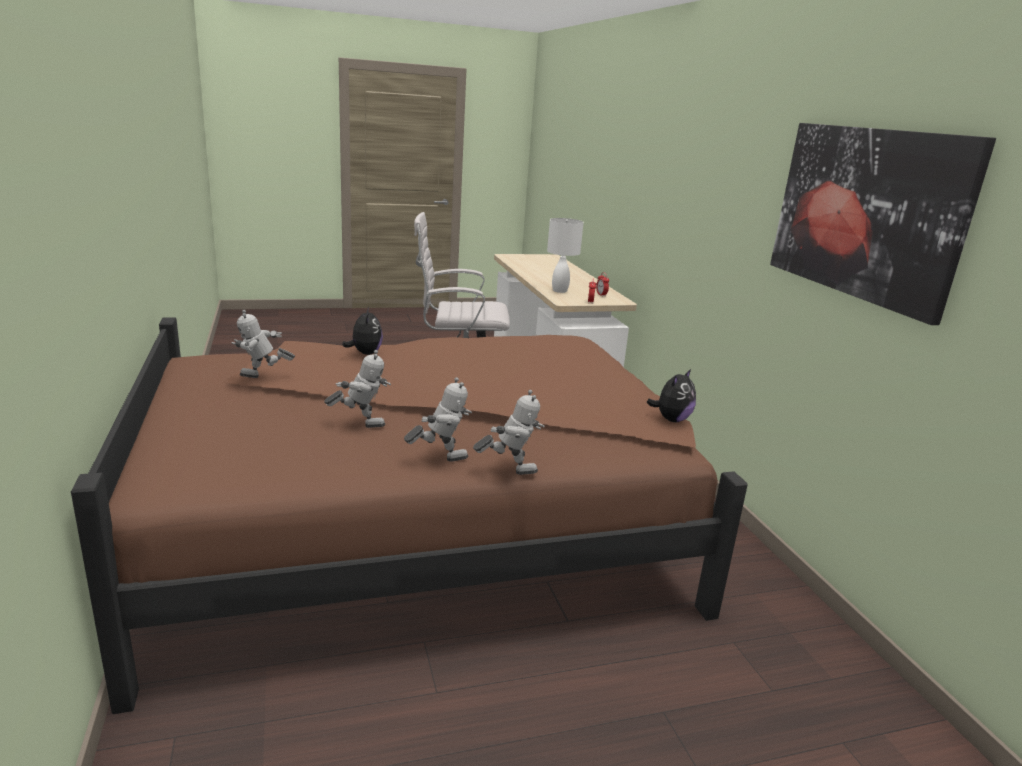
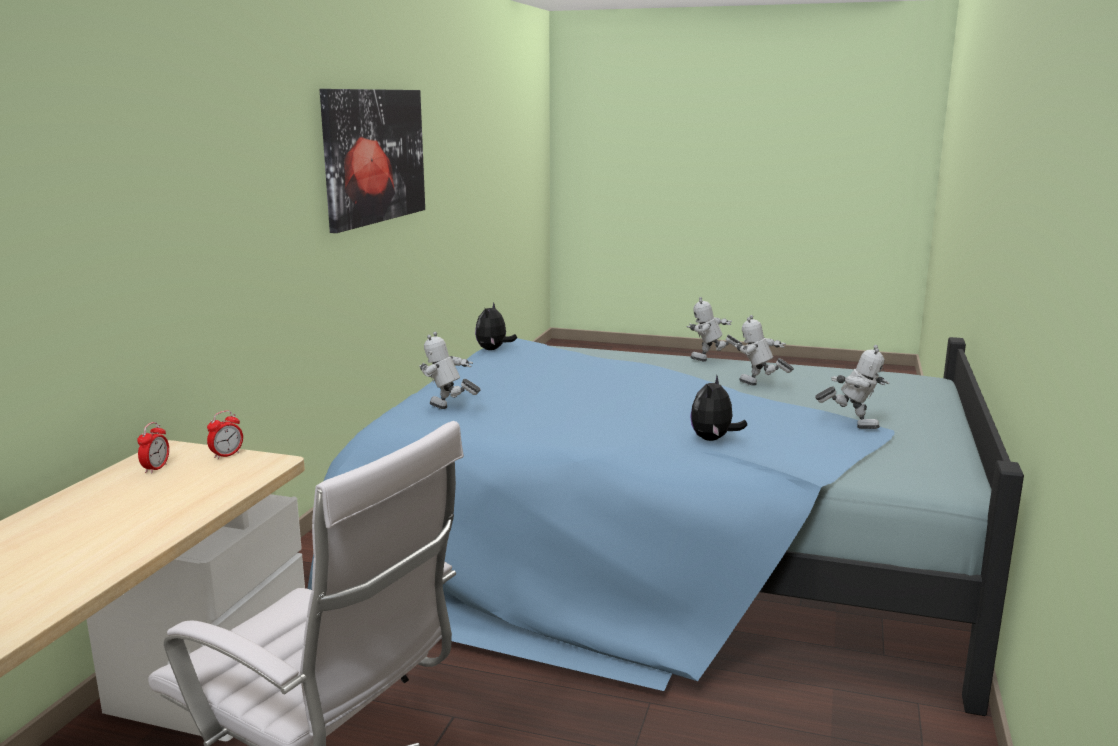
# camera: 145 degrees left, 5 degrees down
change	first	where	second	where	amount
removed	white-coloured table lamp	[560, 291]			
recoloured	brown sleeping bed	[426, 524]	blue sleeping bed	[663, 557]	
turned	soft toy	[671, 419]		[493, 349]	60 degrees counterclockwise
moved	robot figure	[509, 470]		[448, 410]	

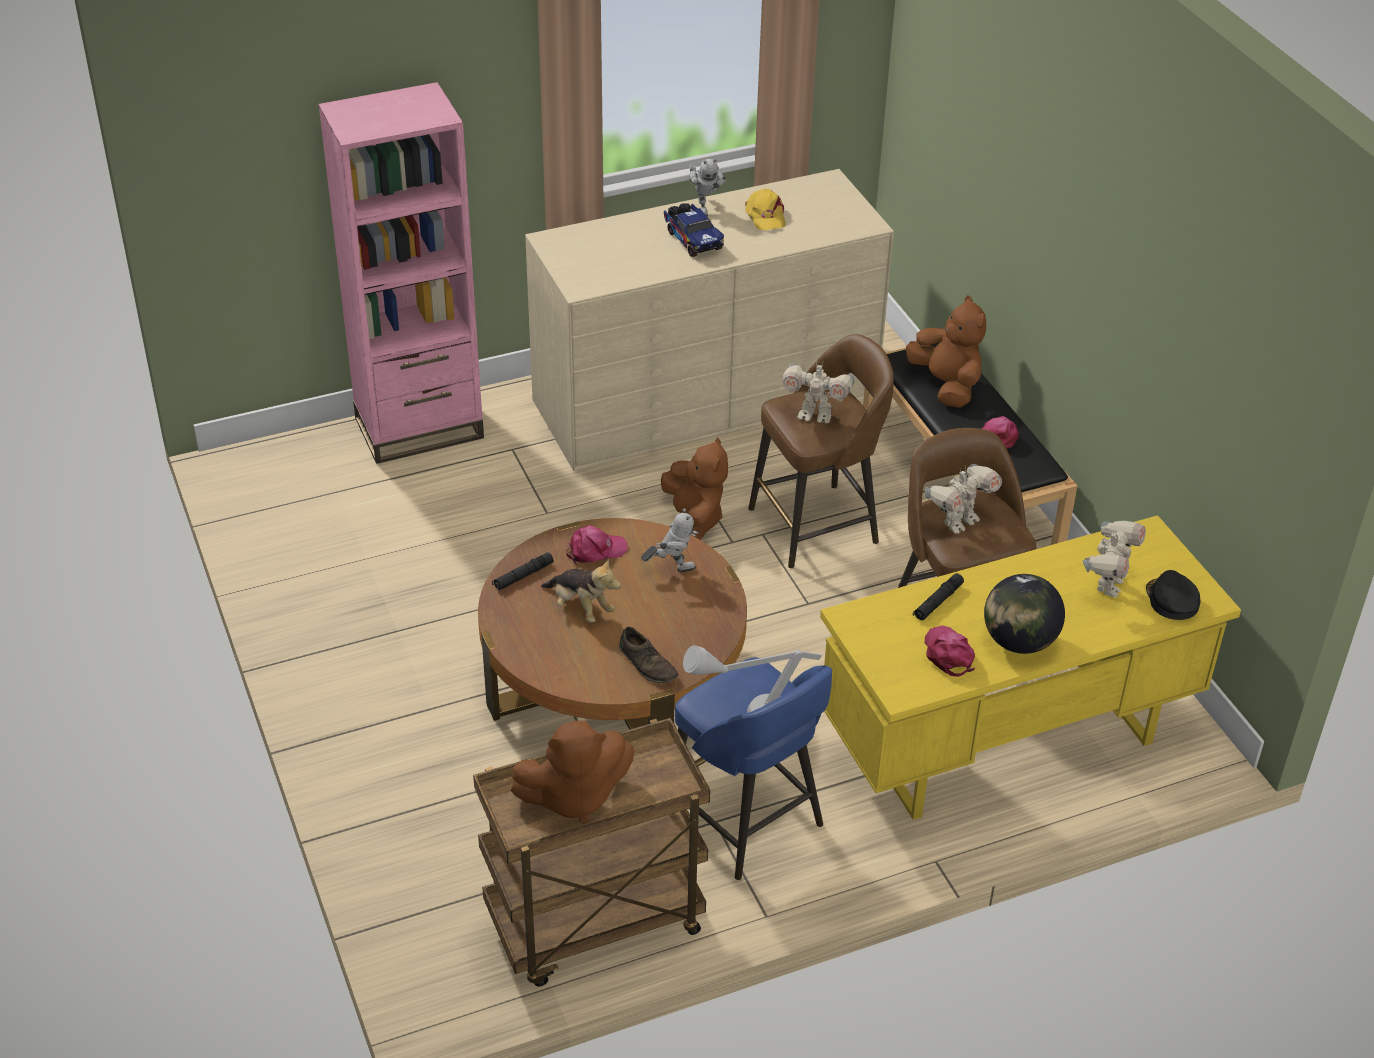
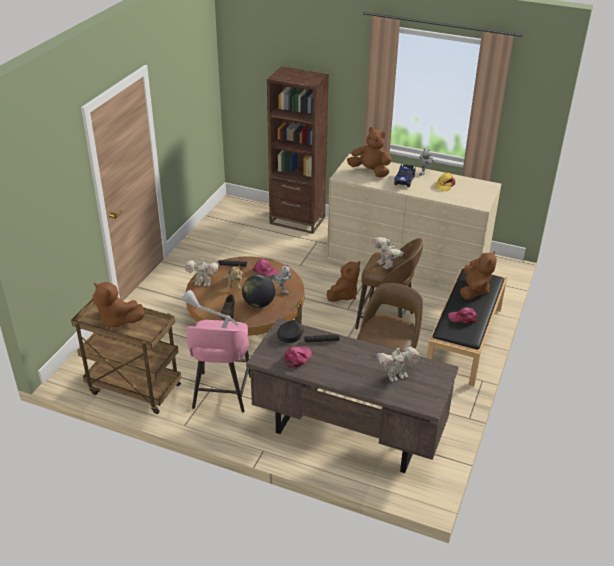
# camera: 45 degrees right, 5 degrees down
change	first	where	second	where	amount
recoloured	pink bookcase	[419, 428]	brown bookcase	[297, 220]	
moved	robot figure	[959, 522]		[203, 283]	
recoloured	yellow-coloured desk unit	[1006, 744]	brown desk unit	[347, 433]	
moved	blackish cap	[1171, 600]		[290, 334]	
moved	world globe	[1019, 642]		[259, 304]	
recoloured	blue stool	[746, 821]	pink stool	[222, 393]	
added			brown soft toy	[370, 171]	

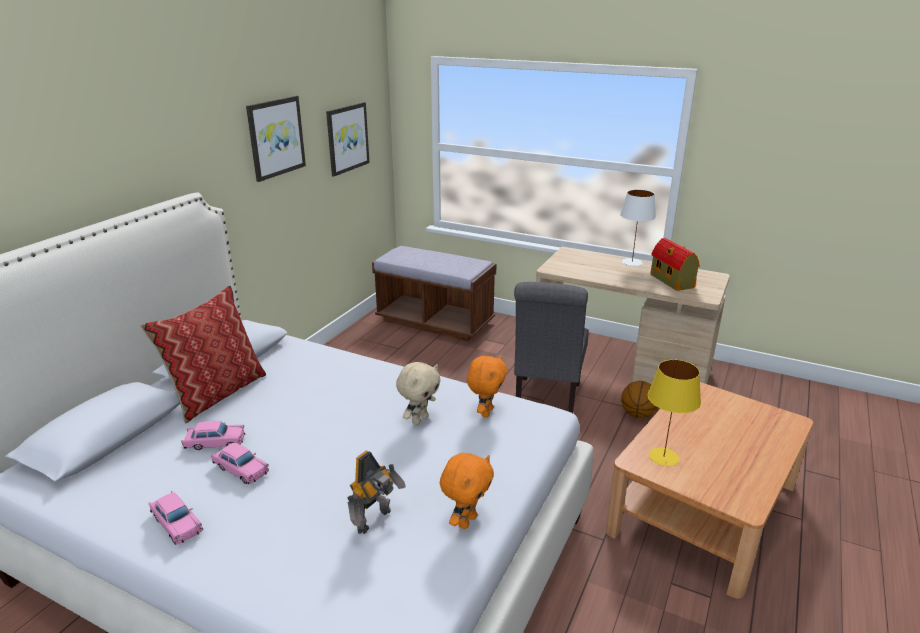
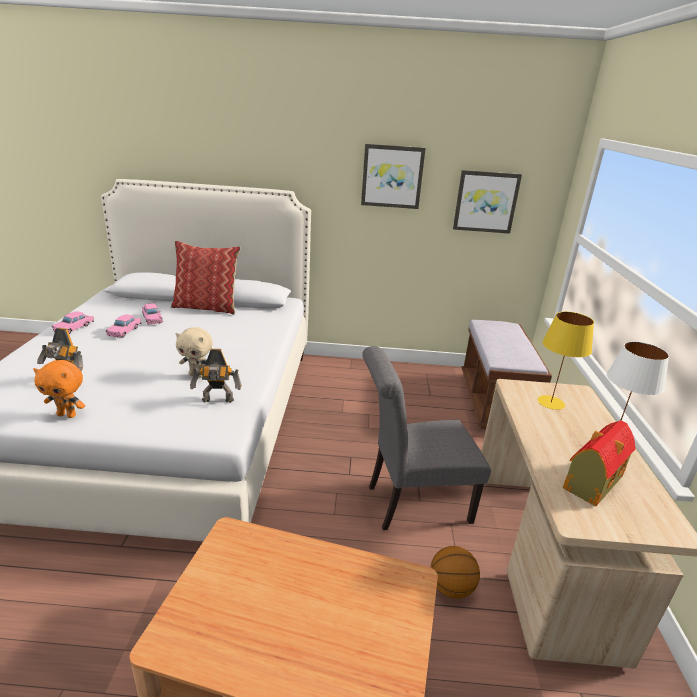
# camera: 65 degrees right, 0 degrees up
change	first	where	second	where	amount
replaced	orange soft toy	[485, 412]	robot figure	[218, 401]	
moved	yellow-coloured table lamp	[664, 457]		[550, 403]	

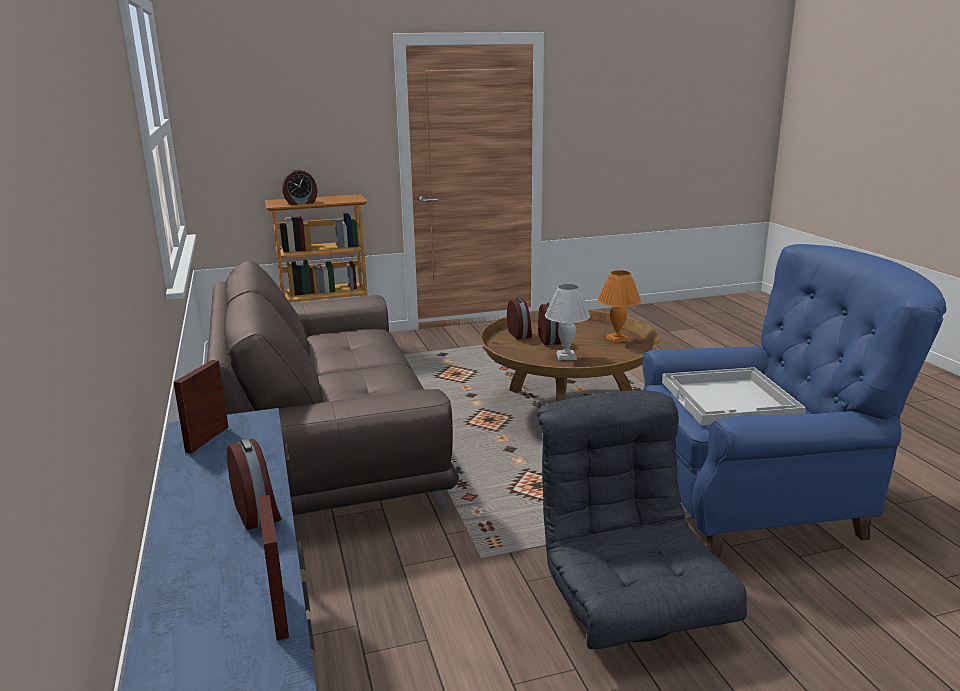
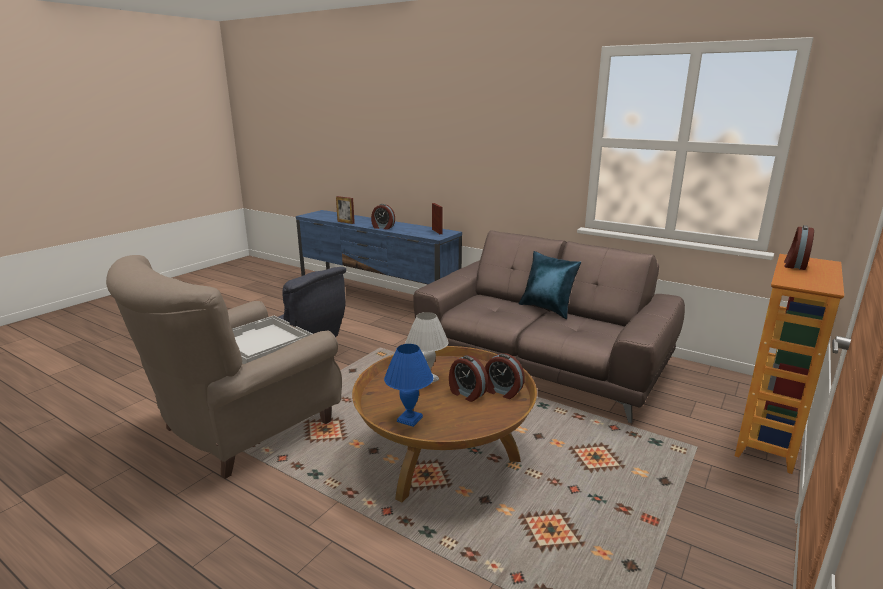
# camera: 140 degrees right, 0 degrees up
change	first	where	second	where	amount
recoloured	blue easy chair	[759, 502]	sand-coloured easy chair	[242, 428]	
recoloured	orange table lamp	[616, 339]	blue table lamp	[409, 419]	
added			blue cushion	[547, 309]	

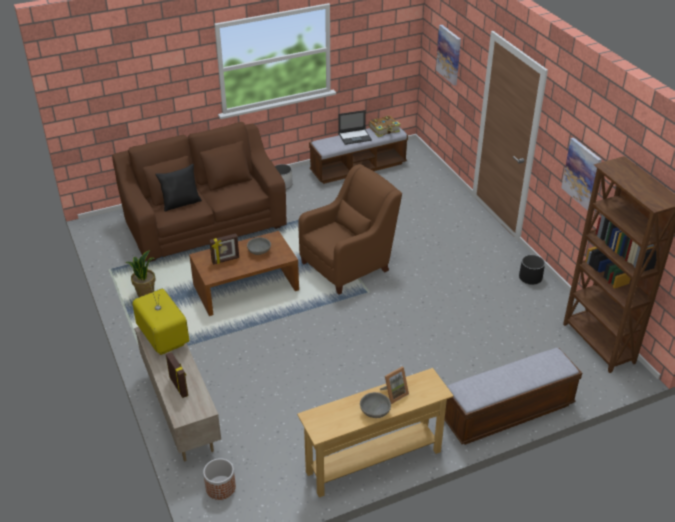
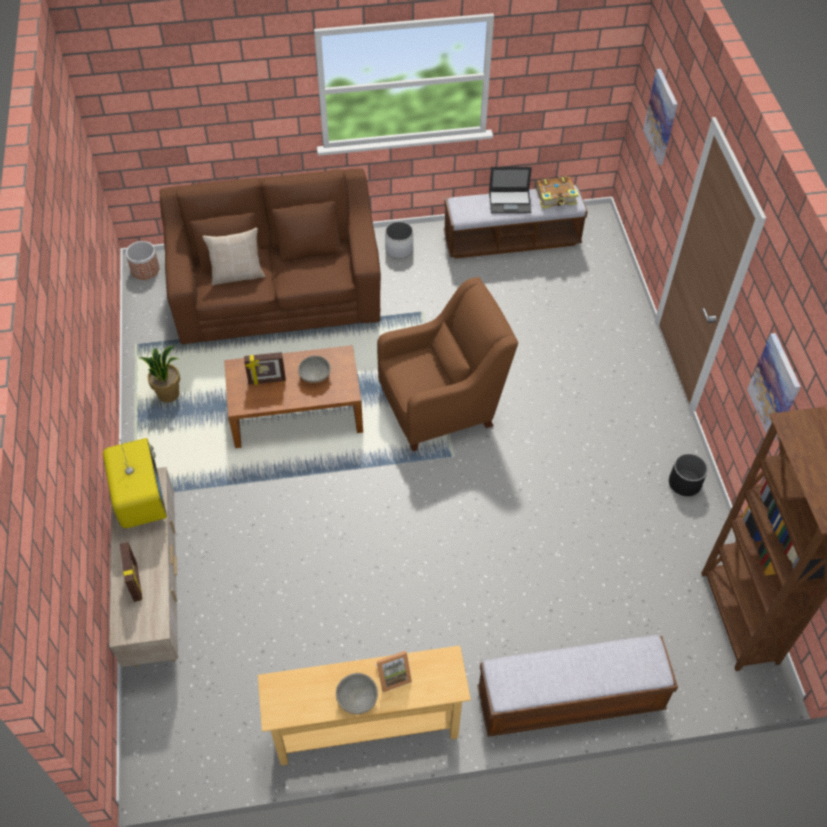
# camera: 15 degrees right, 15 degrees up
change	first	where	second	where	amount
recoloured	blackish cushion	[181, 203]	sand-coloured cushion	[237, 275]	
moved	flower pot	[220, 488]		[145, 270]	

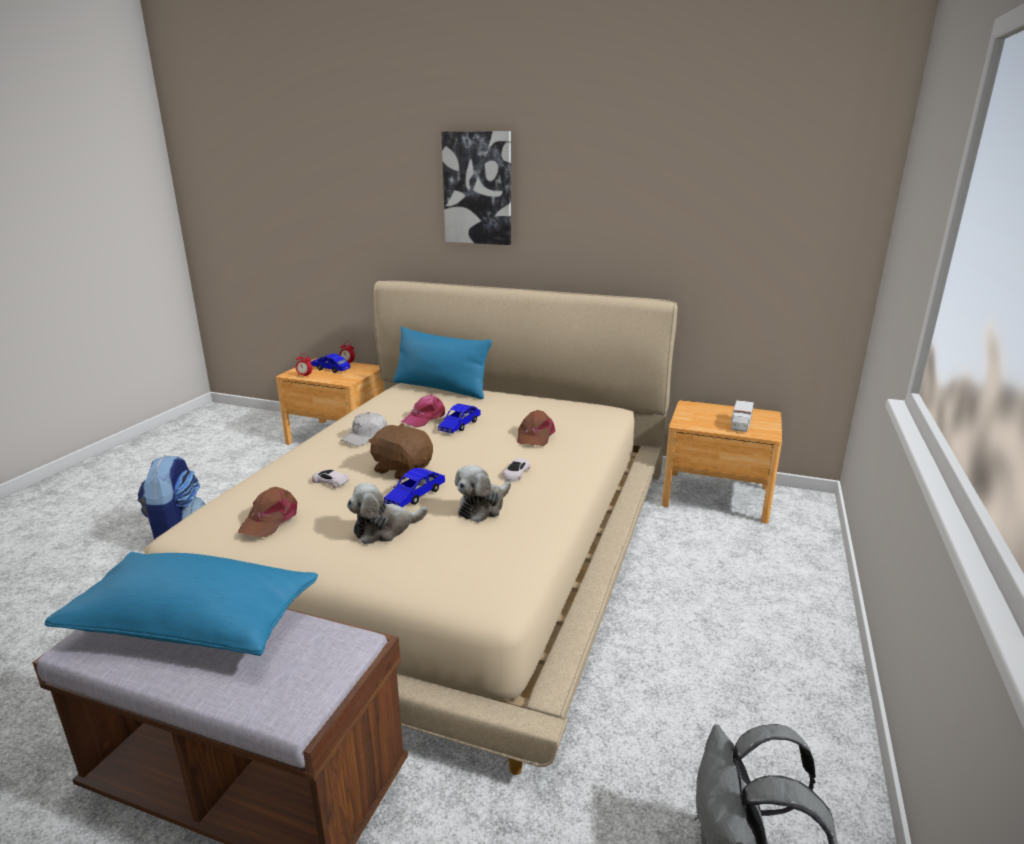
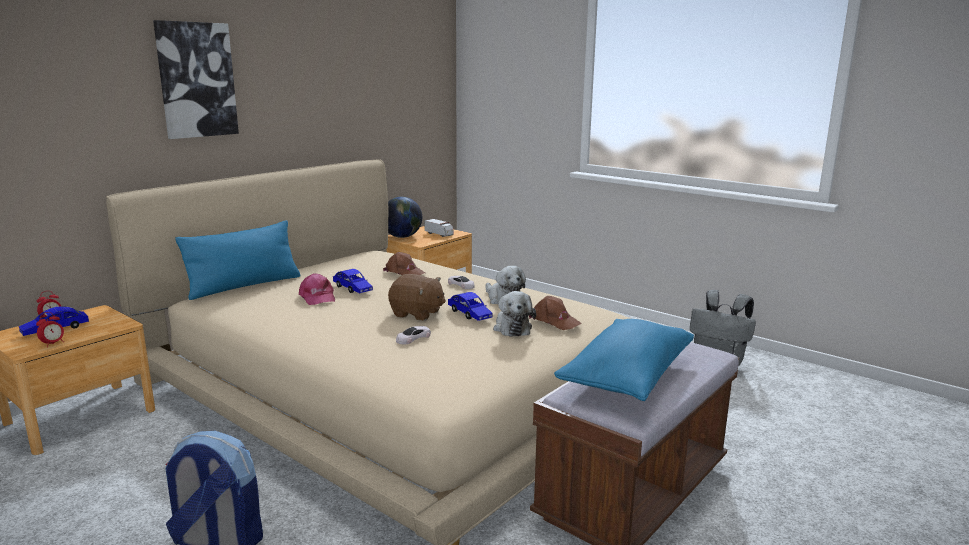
# camera: 70 degrees left, 5 degrees down
change	first	where	second	where	amount
removed	white-coloured cap	[365, 436]			
turned	brown soft toy	[402, 469]		[417, 314]	120 degrees counterclockwise
moved	brown cap	[270, 520]		[554, 321]	
added			world globe	[402, 237]	

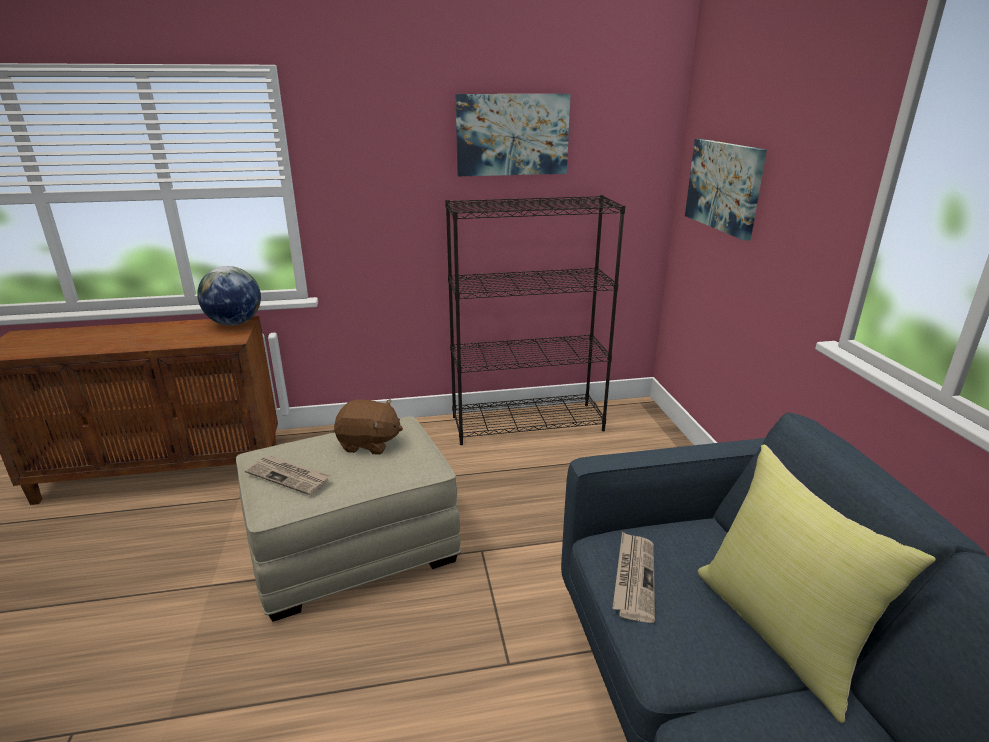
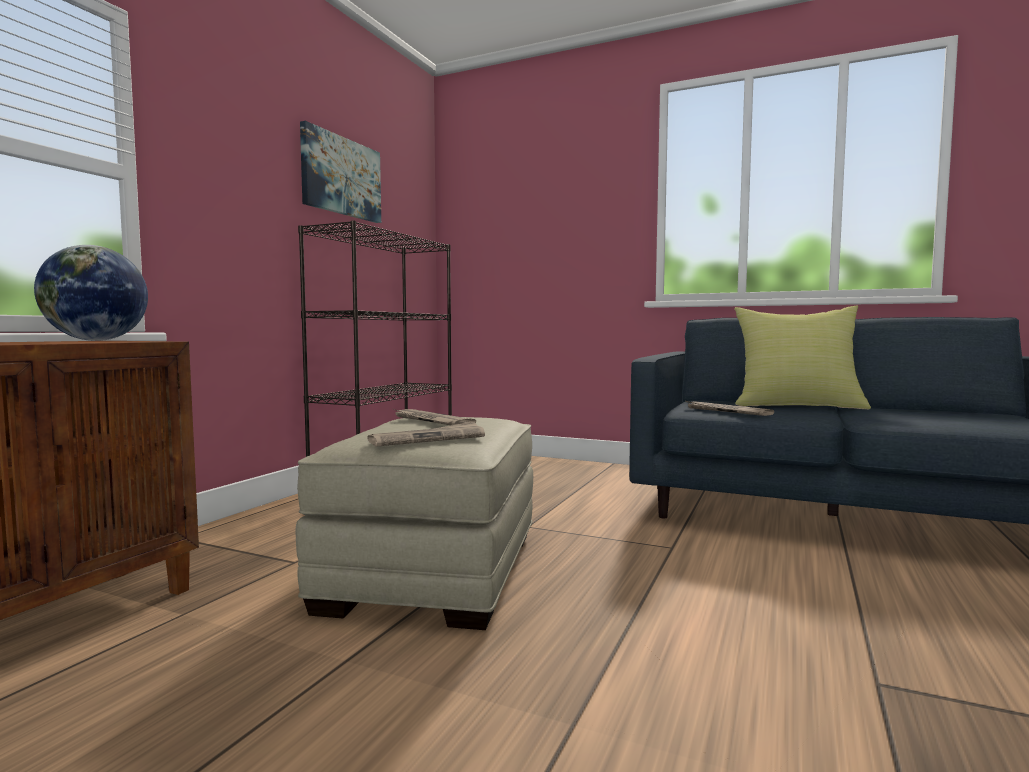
# camera: 55 degrees left, 20 degrees down
change	first	where	second	where	amount
removed	picture	[724, 186]			
replaced	brown soft toy	[369, 444]	newspaper	[430, 421]	

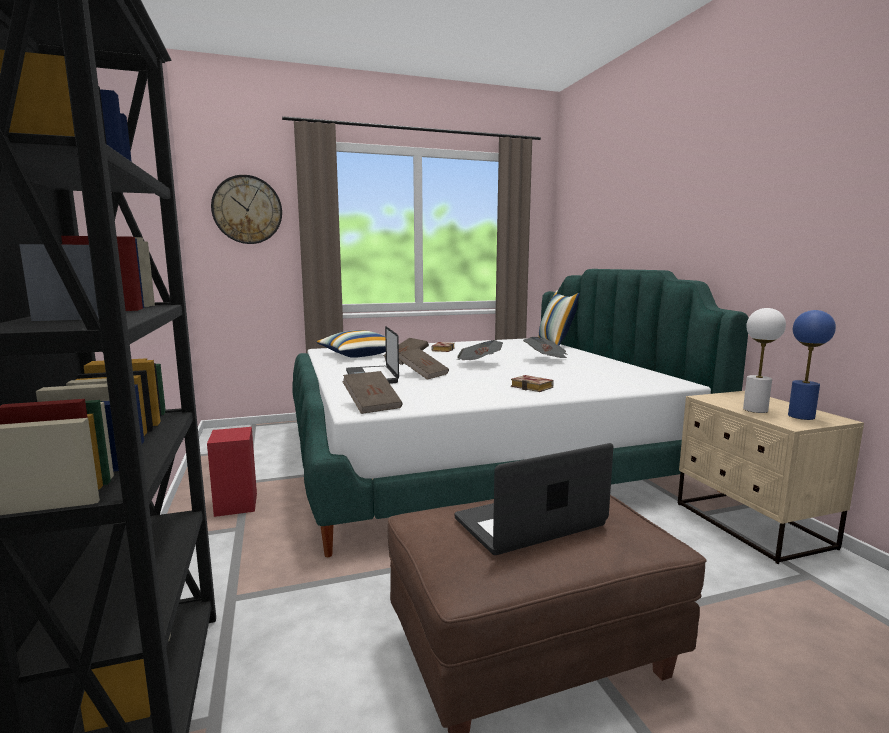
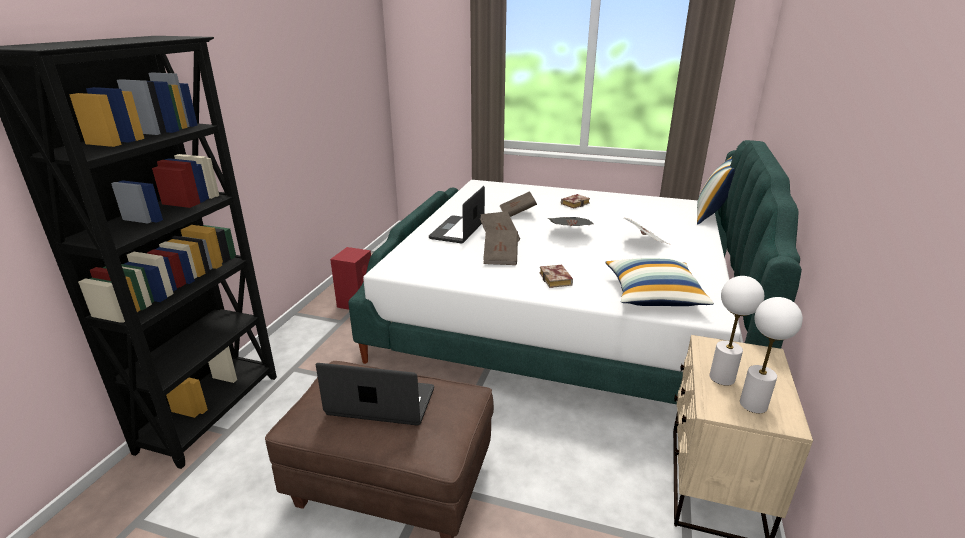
# camera: 35 degrees right, 15 degrees up
change	first	where	second	where	amount
removed	wall clock	[247, 210]			
recoloured	blue table lamp	[801, 416]	white-coloured table lamp	[754, 404]	
moved	cushion	[357, 355]		[653, 295]	
moved	brown volume	[372, 405]		[500, 257]	

